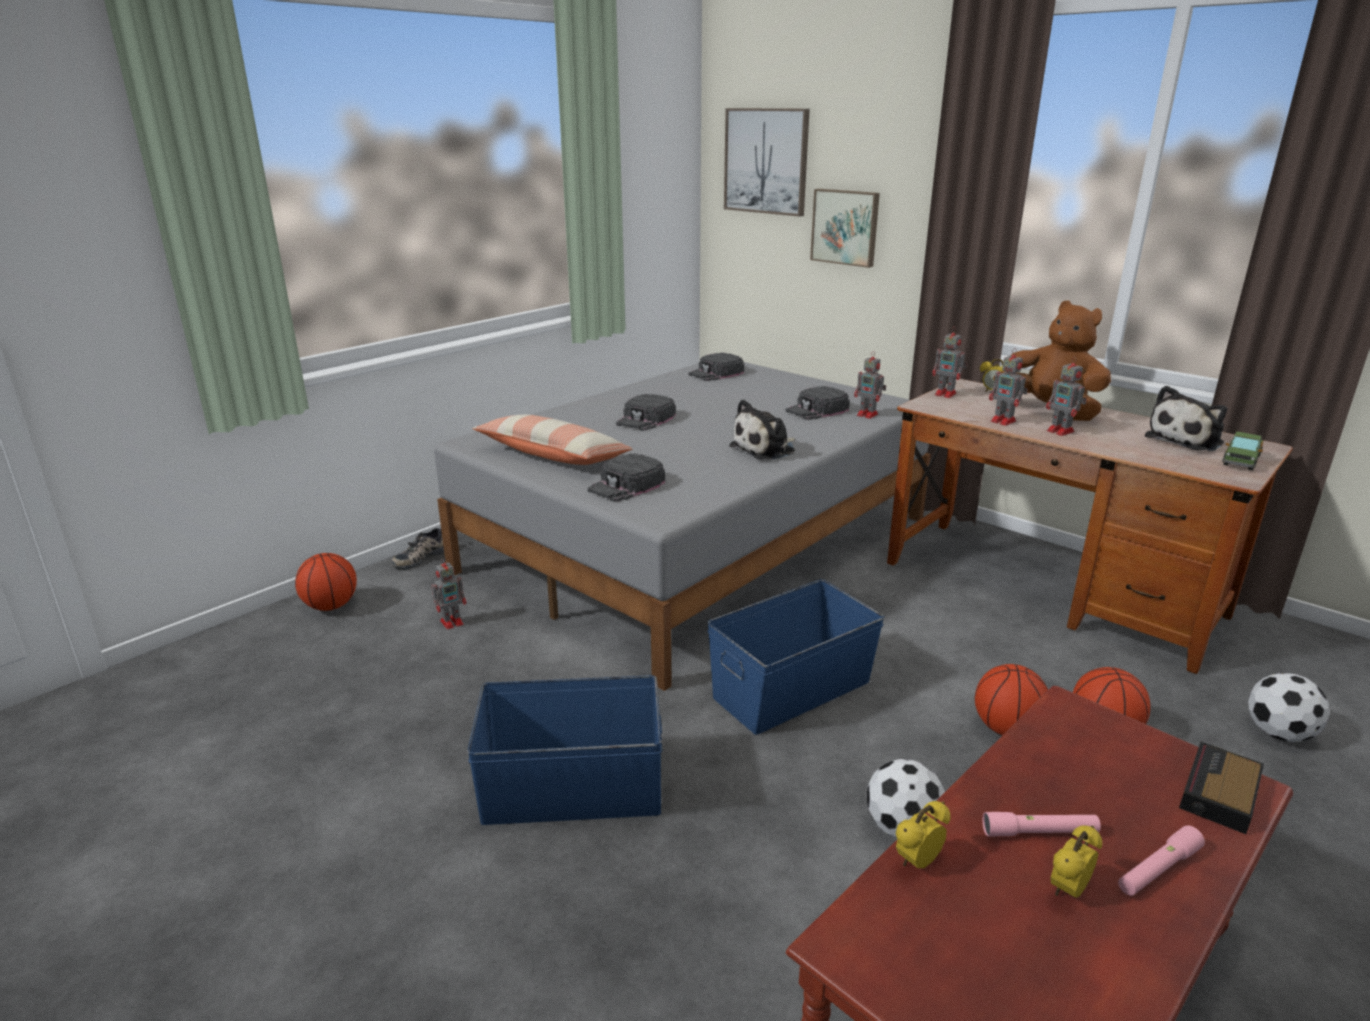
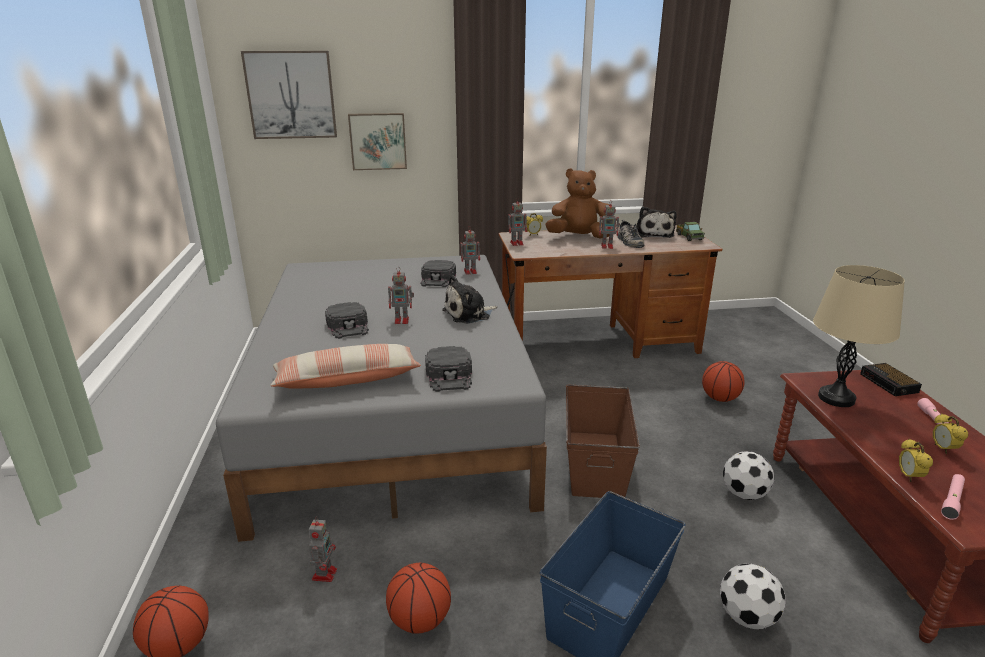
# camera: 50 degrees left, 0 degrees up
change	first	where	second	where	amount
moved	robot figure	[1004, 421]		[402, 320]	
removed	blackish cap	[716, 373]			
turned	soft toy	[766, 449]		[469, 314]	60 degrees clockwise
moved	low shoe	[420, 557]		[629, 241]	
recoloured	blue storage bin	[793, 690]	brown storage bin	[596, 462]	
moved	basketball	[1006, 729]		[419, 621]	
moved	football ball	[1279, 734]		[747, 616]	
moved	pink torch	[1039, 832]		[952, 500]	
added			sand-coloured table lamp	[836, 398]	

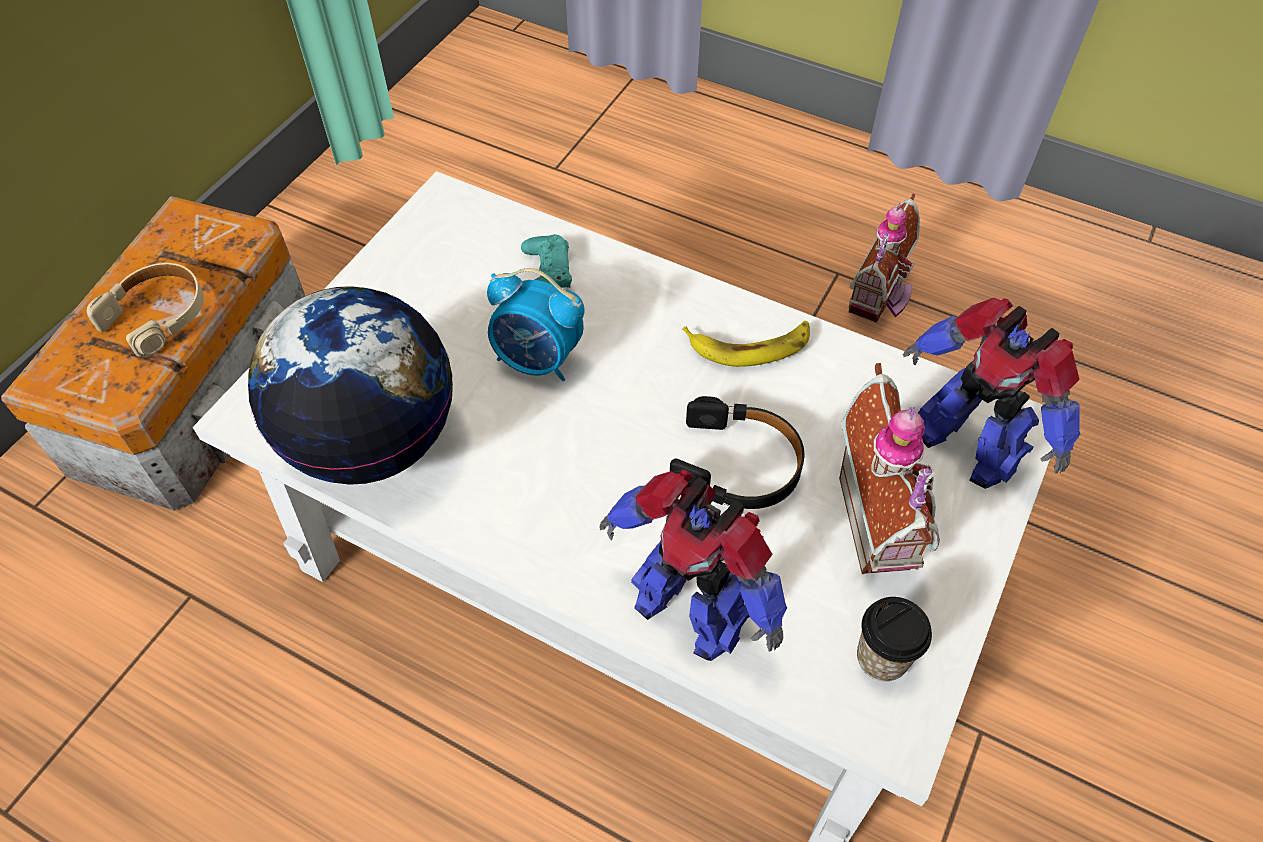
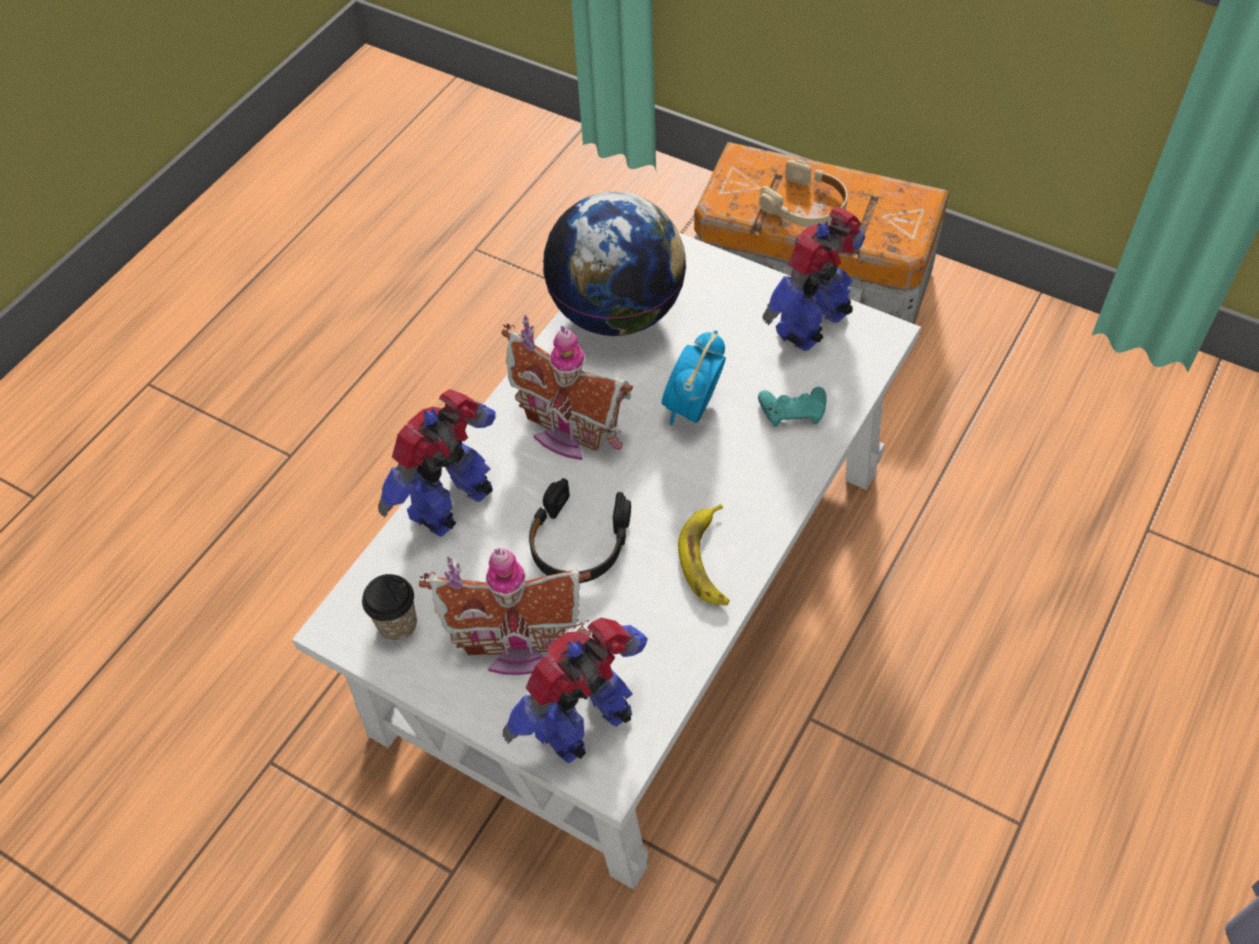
# camera: 95 degrees right, 0 degrees up
change	first	where	second	where	amount
moved	toy house	[882, 296]		[568, 429]	
added			robot figure	[814, 324]	

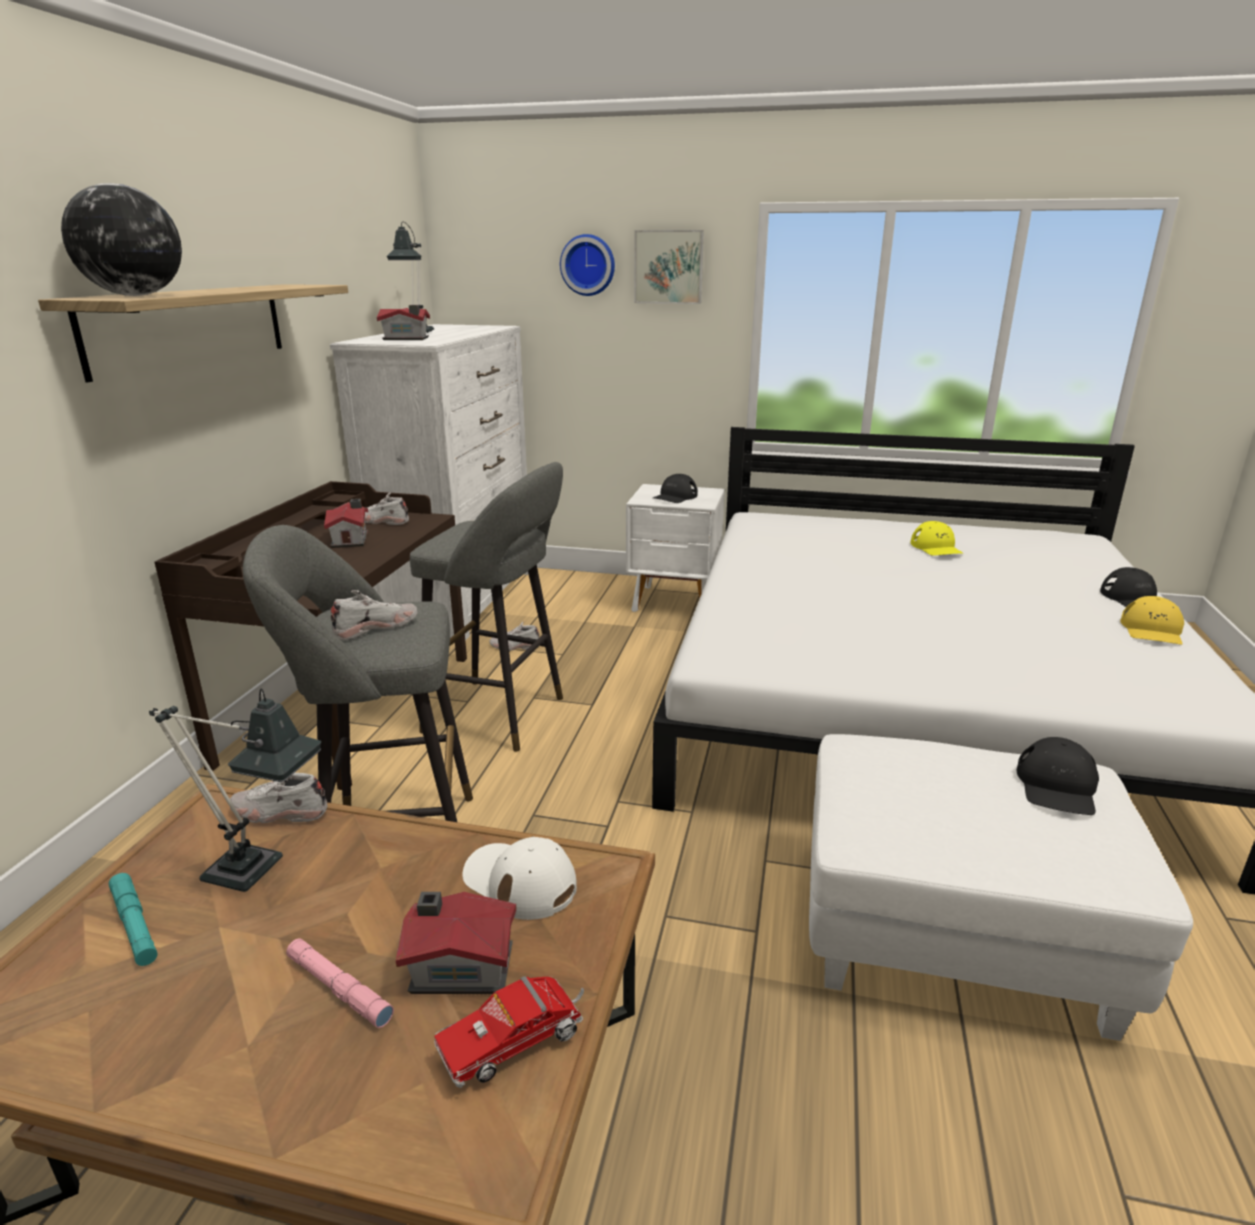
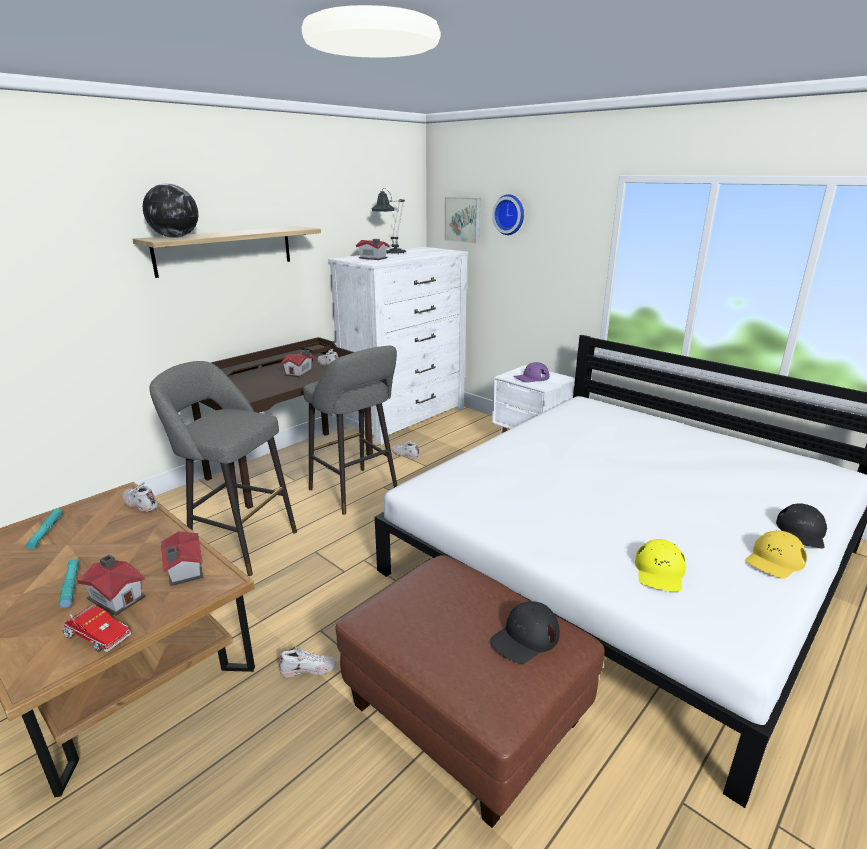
# camera: 30 degrees right, 0 degrees up
change	first	where	second	where	amount
moved	picture	[669, 267]		[463, 219]	
recoloured	blackish cap	[674, 497]	purple-coloured cap	[531, 377]	
moved	yellow-coloured cap	[936, 547]		[659, 572]	
moved	white-coloured low shoe	[376, 627]		[308, 669]	
removed	table lamp	[257, 874]			
recoloured	white-coloured ottoman	[954, 934]	brown ottoman	[465, 715]	
replaced	white-coloured cap	[519, 881]	toy house	[184, 570]	
recoloured	pink torch	[339, 988]	blue-green torch	[70, 586]	
turned	toy truck	[517, 1039]		[96, 636]	150 degrees counterclockwise

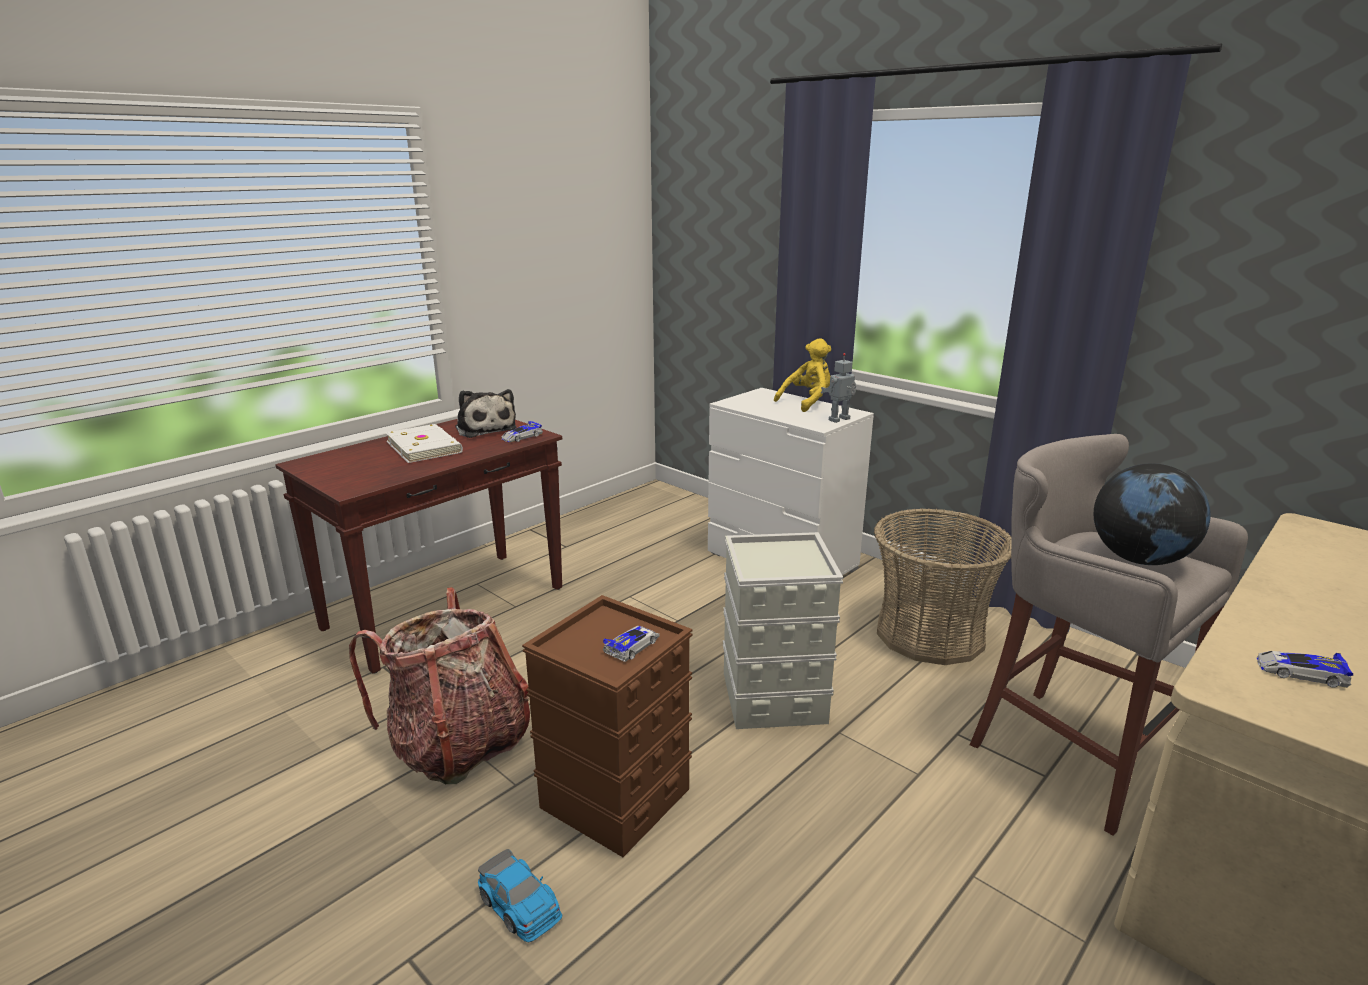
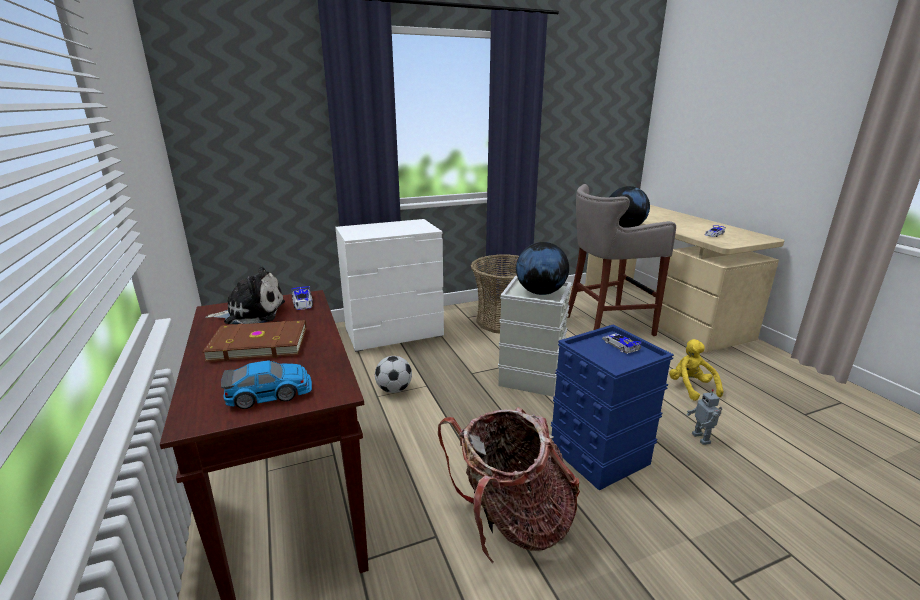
# camera: 65 degrees left, 0 degrees up
change	first	where	second	where	amount
moved	yellow-coloured soft toy	[807, 402]		[690, 387]	
moved	robot figure	[840, 420]		[702, 438]	
recoloured	white-coloured volume	[425, 446]	brown volume	[259, 343]	
recoloured	brown storage bin	[613, 798]	blue storage bin	[599, 456]	
moved	model car	[520, 905]		[270, 393]	
added			world globe	[540, 292]	
added			football ball	[394, 390]	

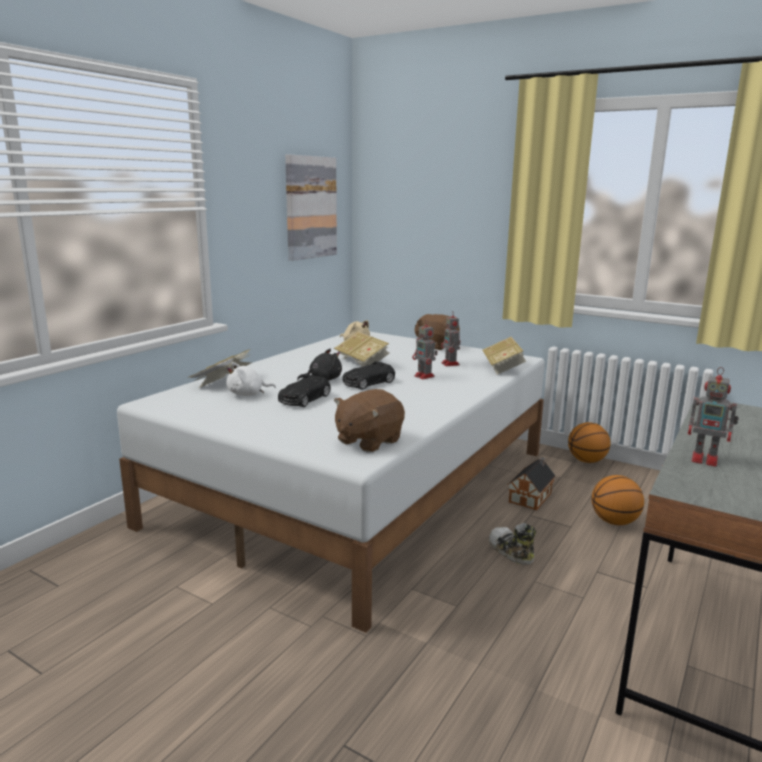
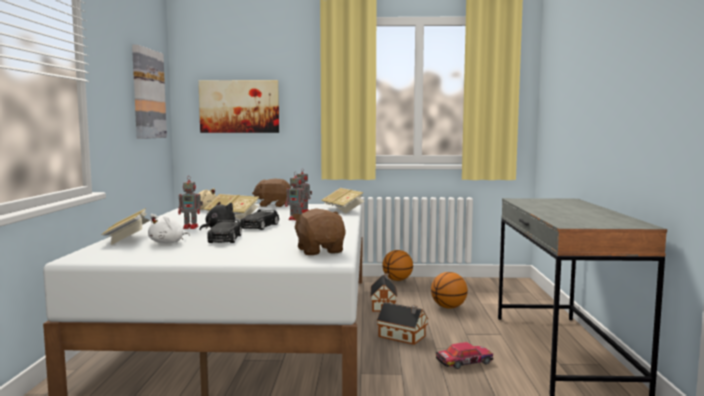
# camera: 30 degrees left, 10 degrees down
change	first	where	second	where	amount
moved	robot figure	[706, 459]		[191, 227]	
turned	brown soft toy	[368, 441]		[320, 251]	150 degrees clockwise
replaced	low shoe	[510, 551]	toy house	[403, 337]	
added			picture	[239, 106]	
added			model car	[463, 362]	

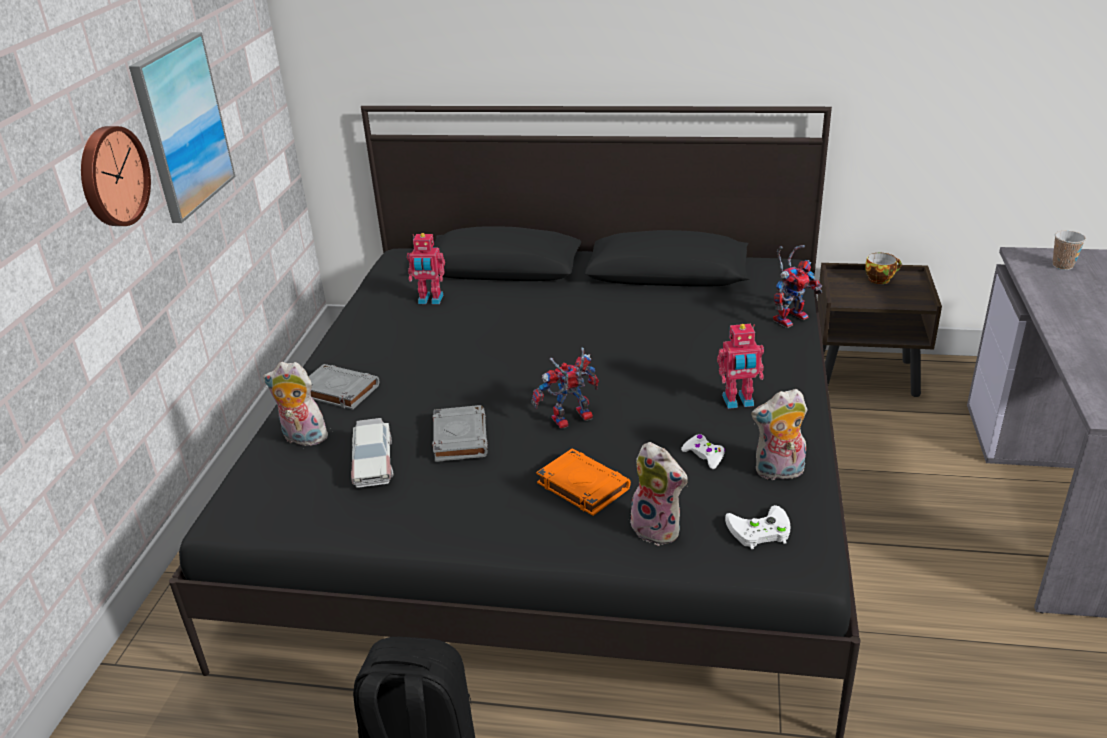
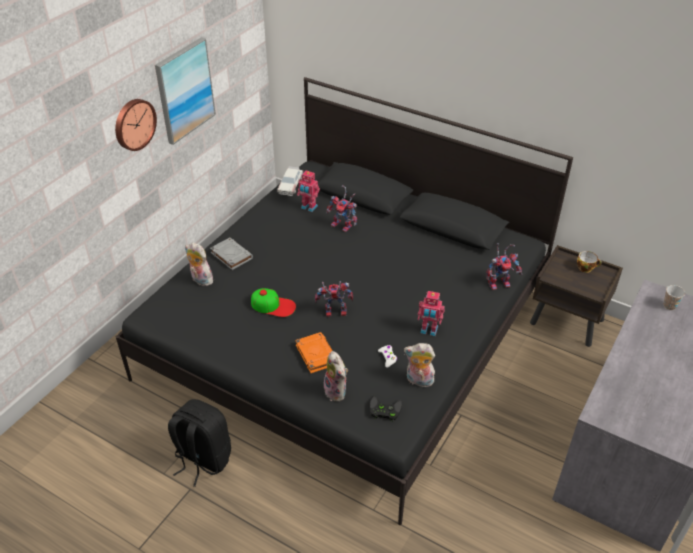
# camera: 20 degrees right, 10 degrees up
change	first	where	second	where	amount
replaced	grey volume	[459, 437]	cap	[273, 305]	
moved	model car	[372, 461]		[290, 185]	
recoloured	white-coloured joypad	[758, 531]	blackish joypad	[384, 410]	
added			robot figure	[344, 225]	

